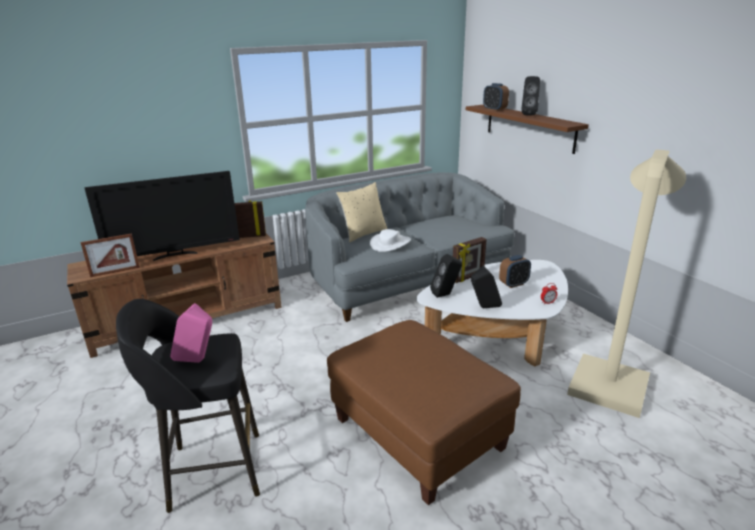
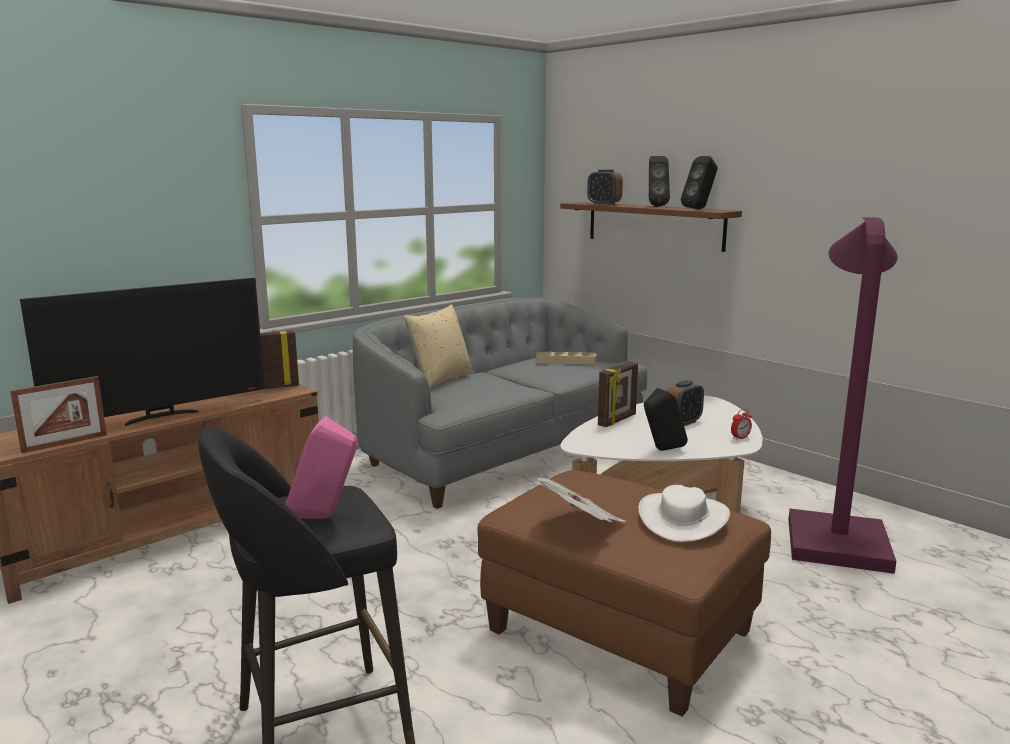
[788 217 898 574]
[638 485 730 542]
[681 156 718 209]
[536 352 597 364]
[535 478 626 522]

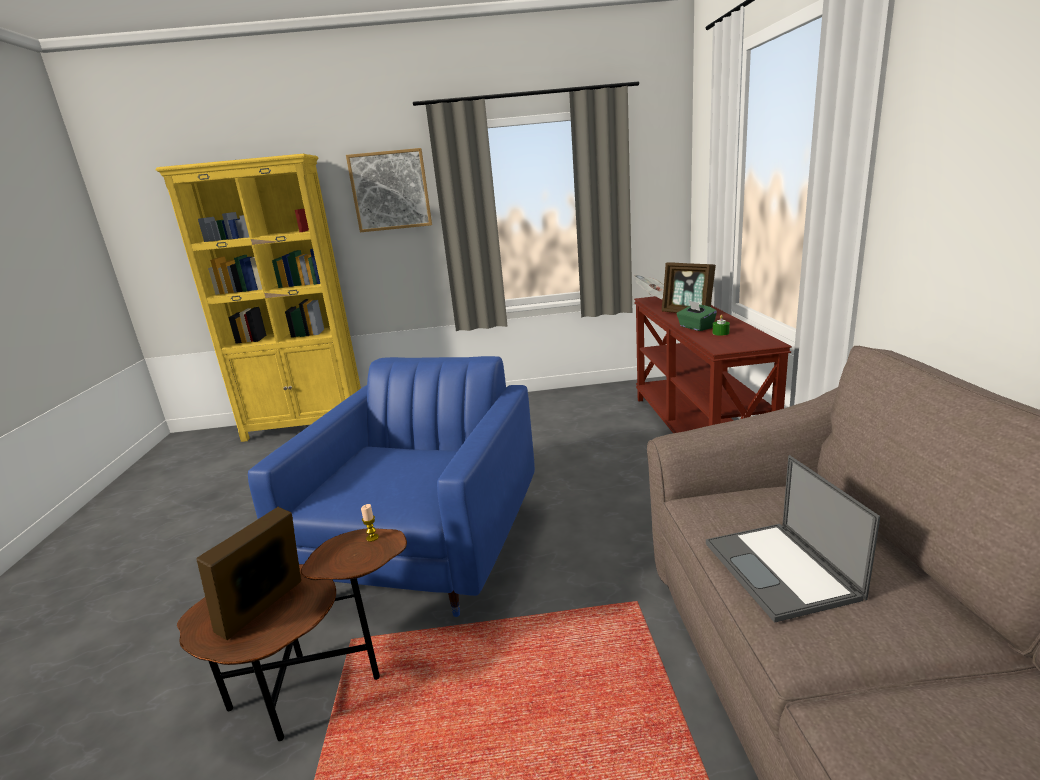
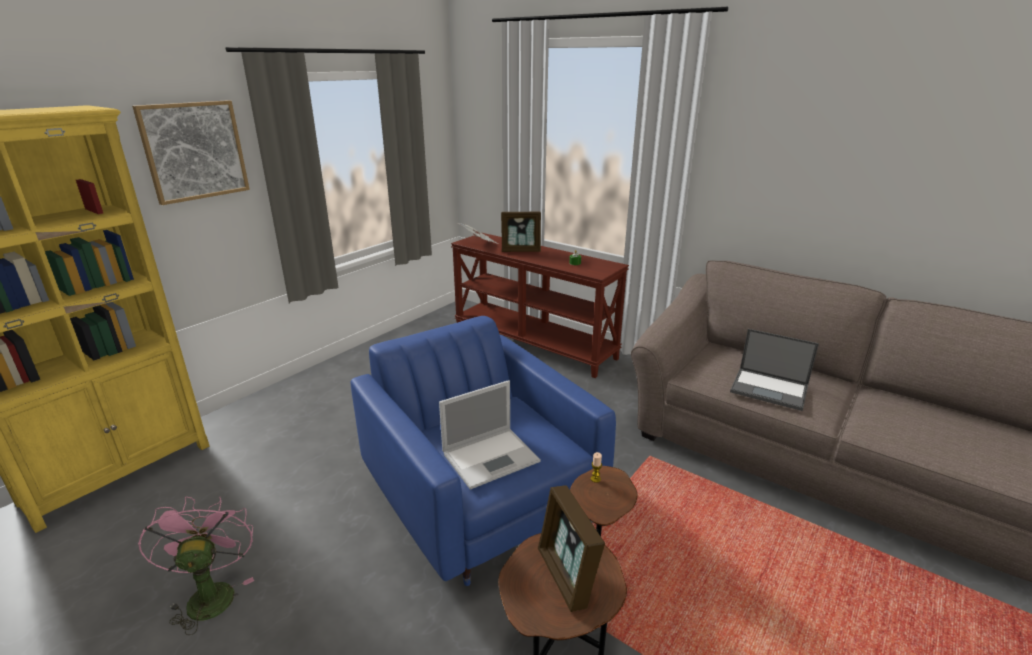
[677 301 717 331] (first image)
[439 380 541 490]
[138 497 254 635]

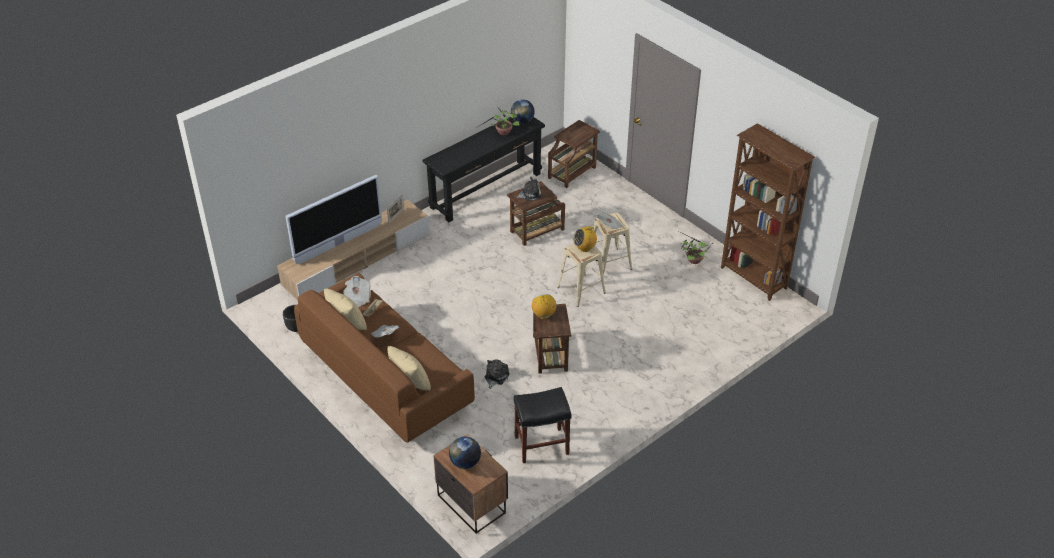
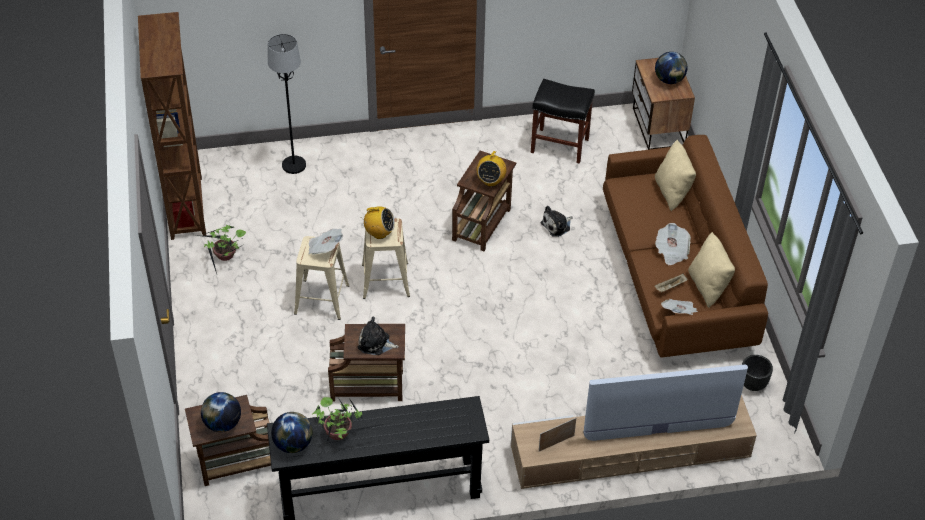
[268 34 306 174]
[201 392 241 432]

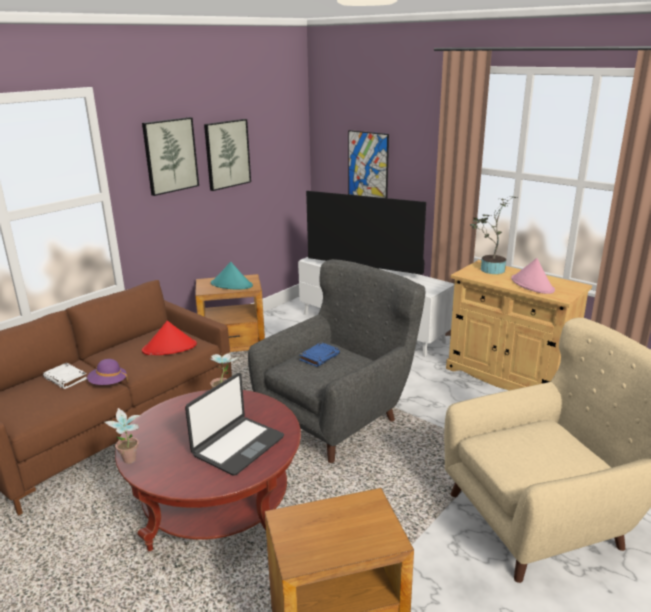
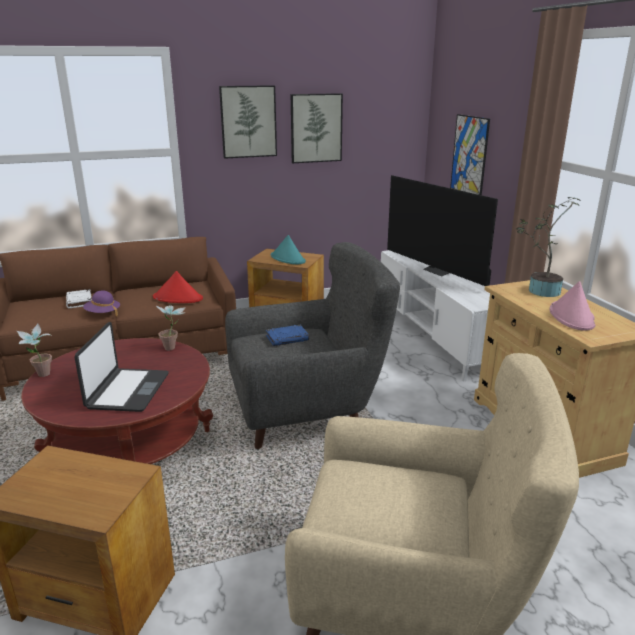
[75 322 169 412]

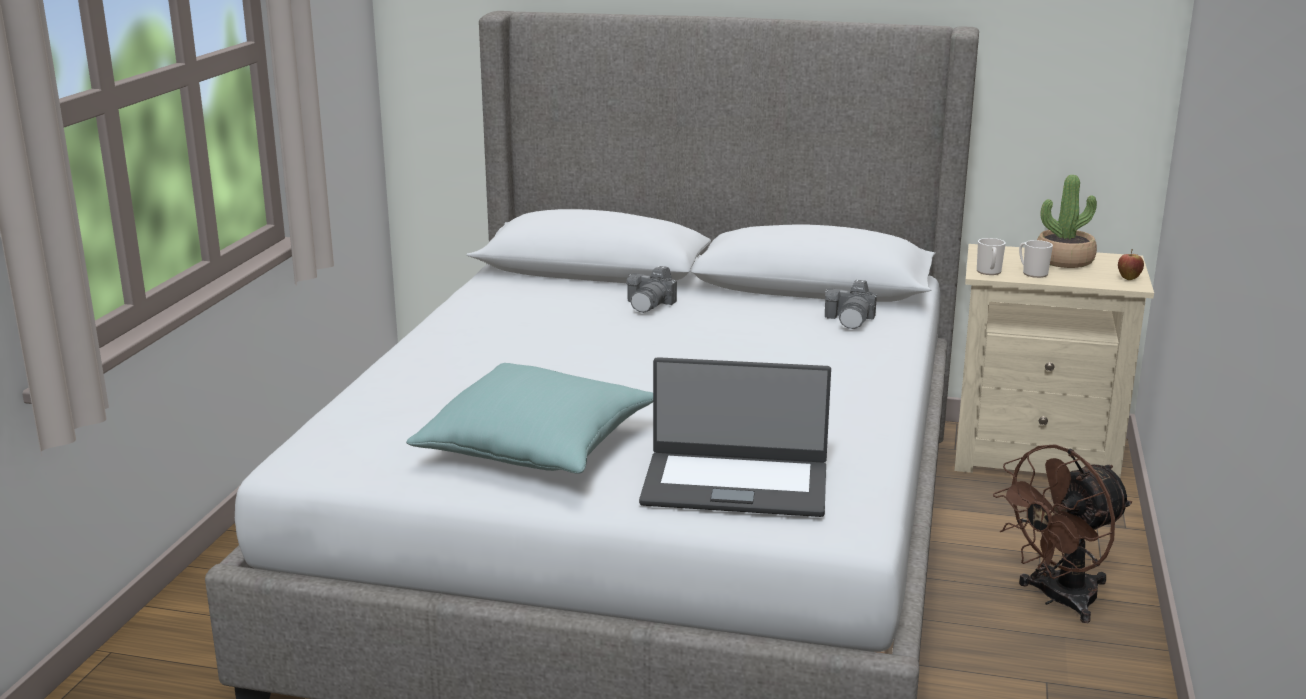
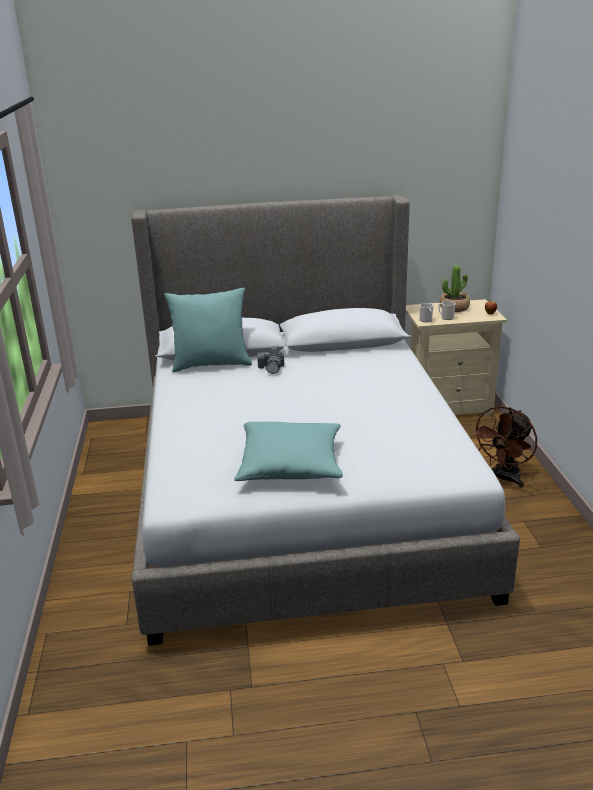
[825 280 877 329] (first image)
[639 357 831 517] (first image)
[165 288 252 372]

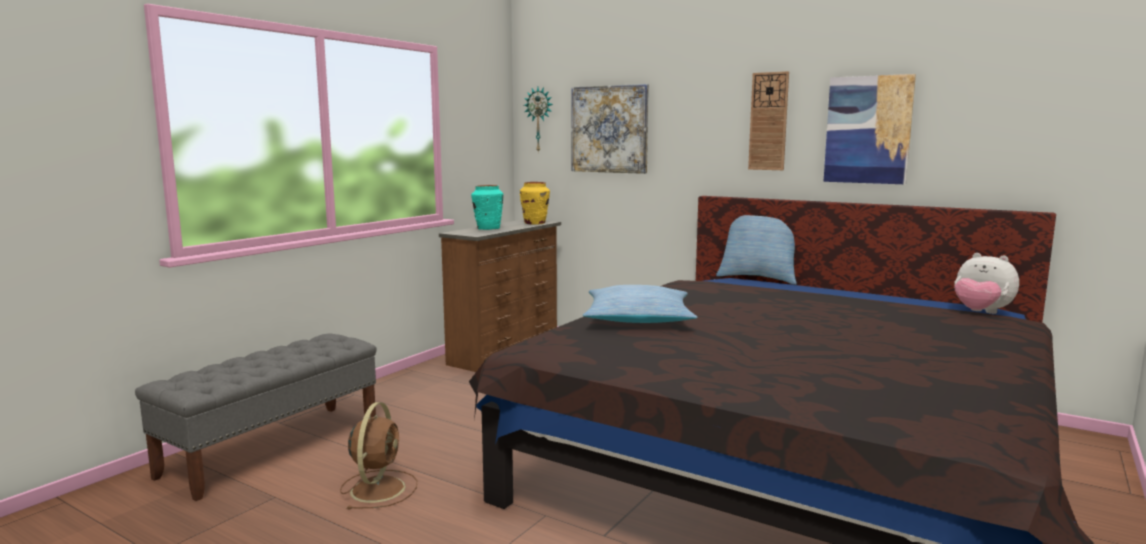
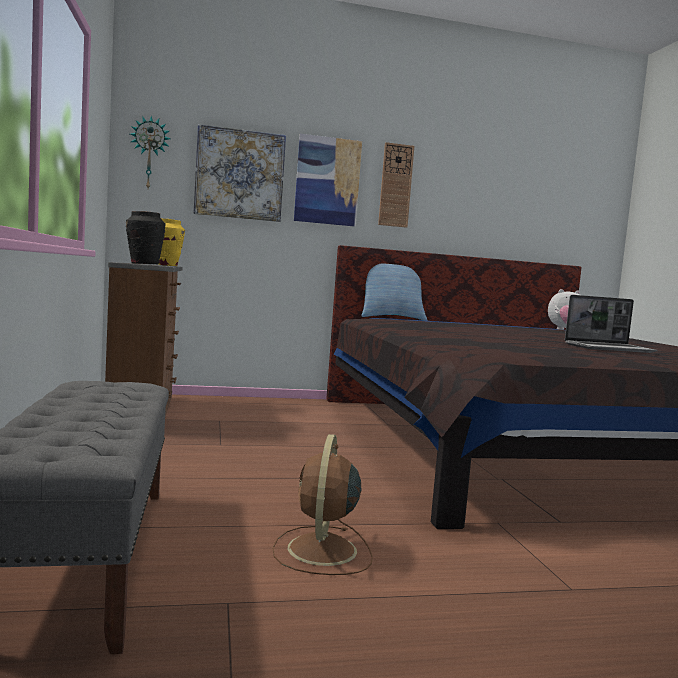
[294 134 362 227]
[126 211 166 264]
[583 285 697 323] (first image)
[272 434 373 575]
[565 295 658 353]

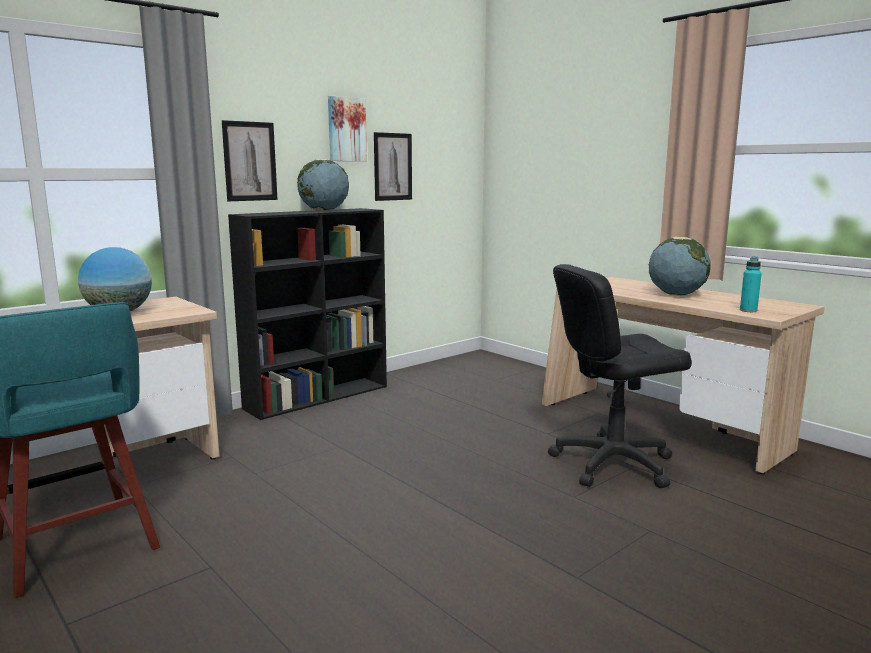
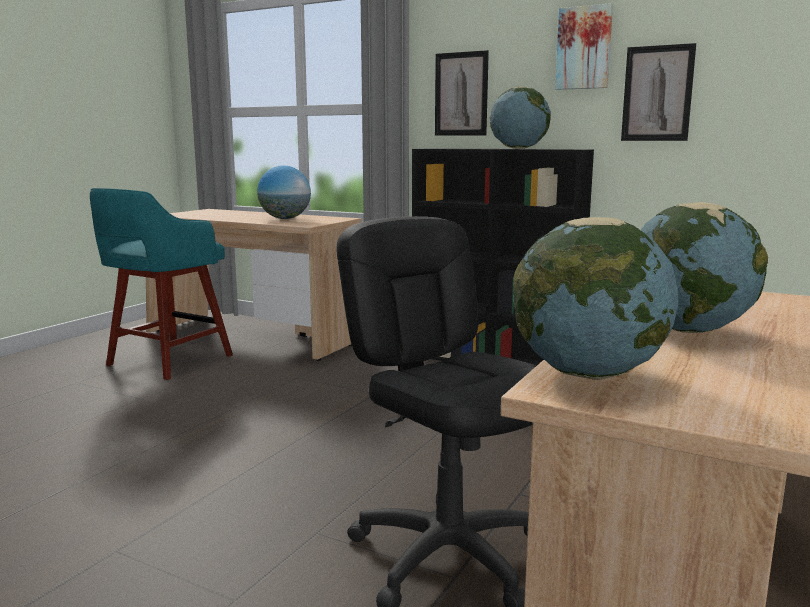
[513 217 679 380]

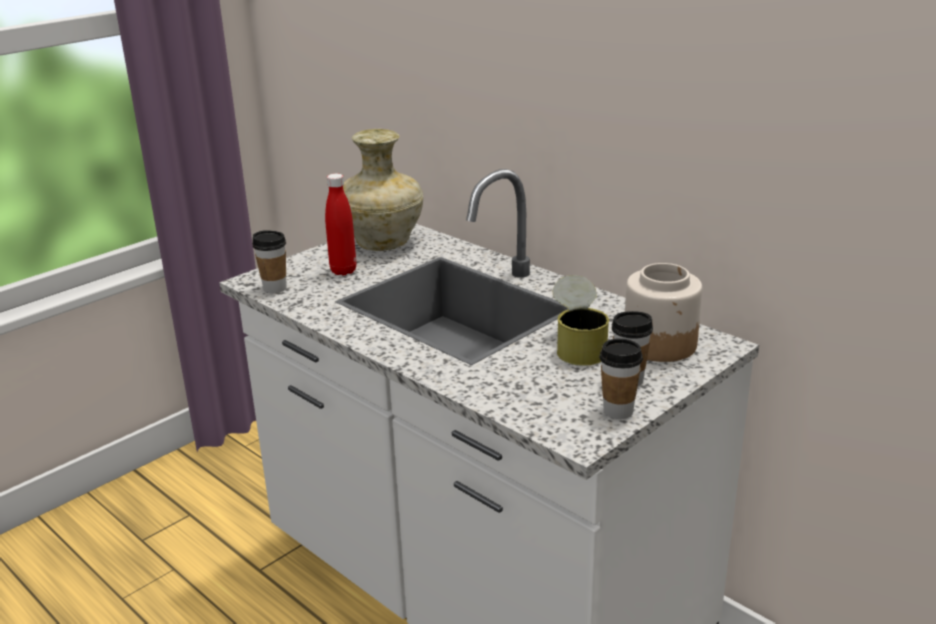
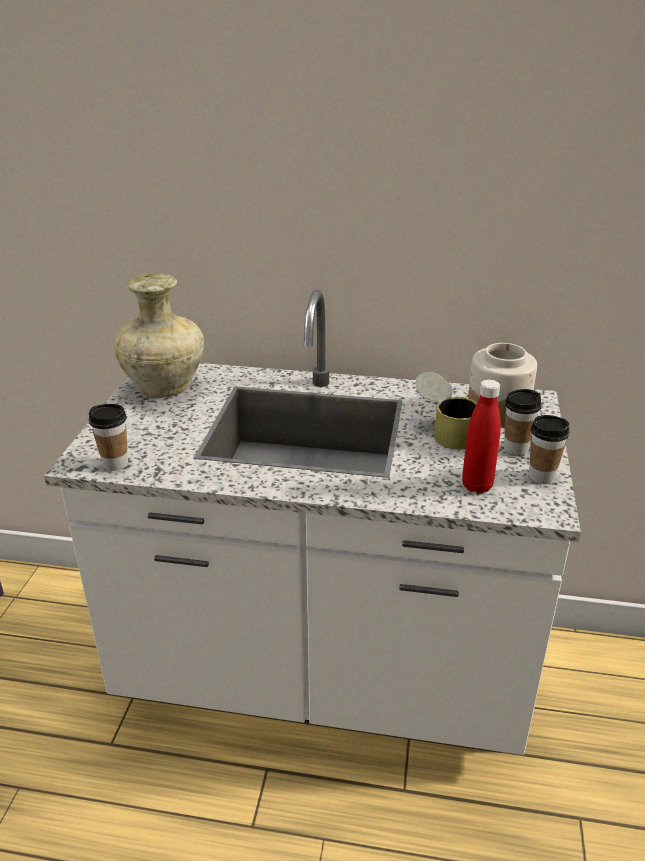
[462 379 501 493]

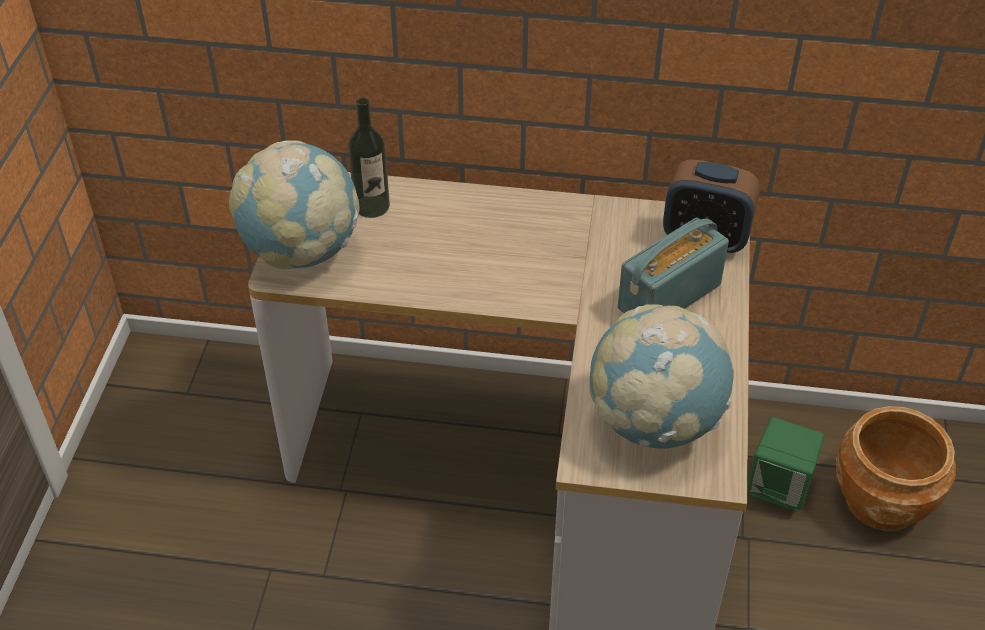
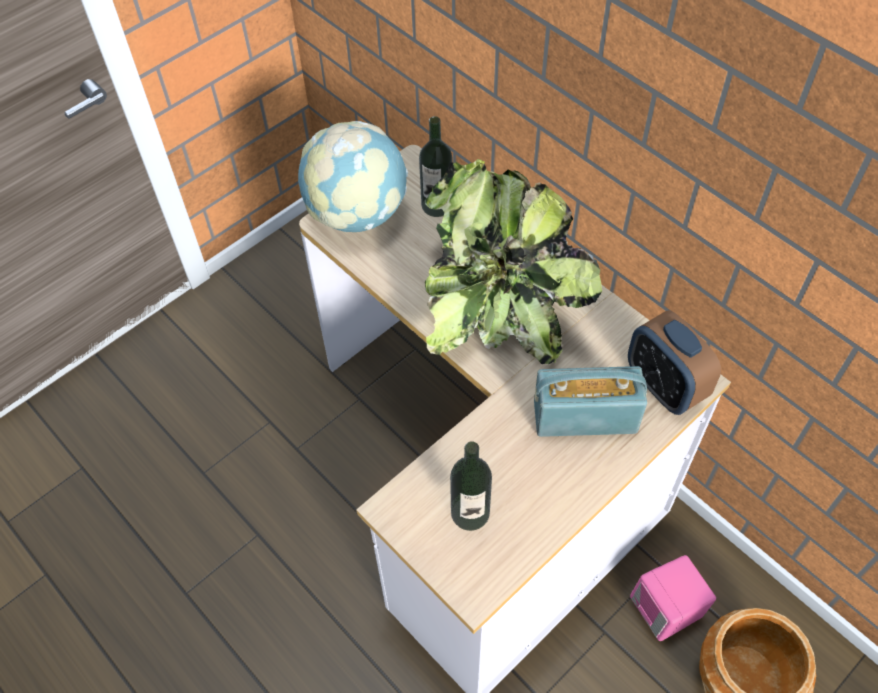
[450 441 492 531]
[630 555 716 641]
[425 159 602 364]

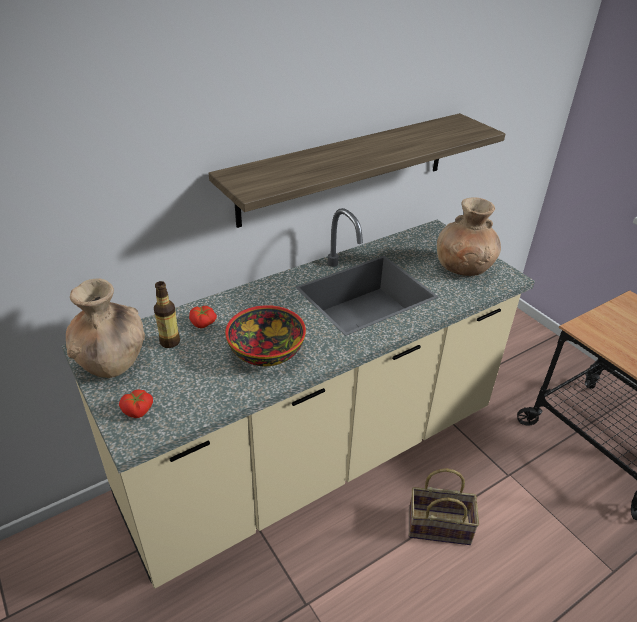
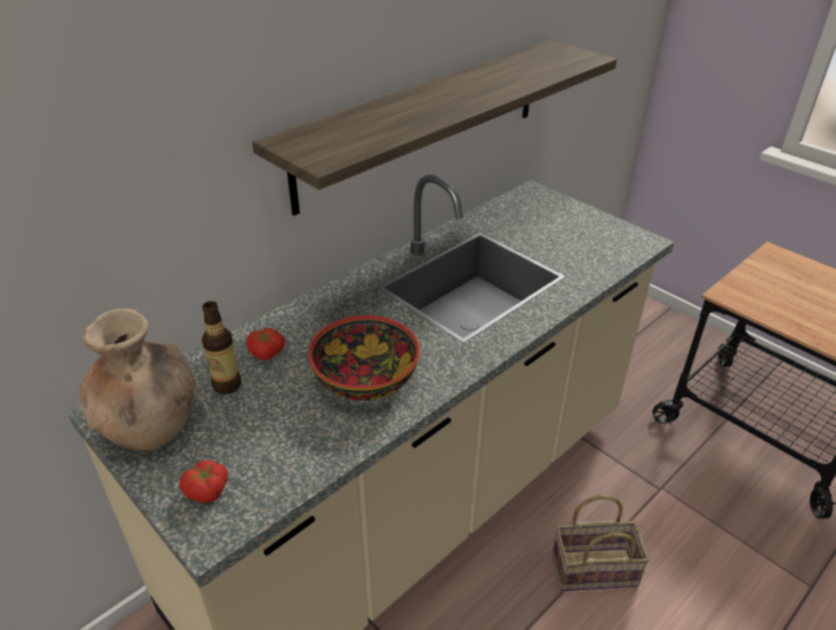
[437 197 501 276] (first image)

